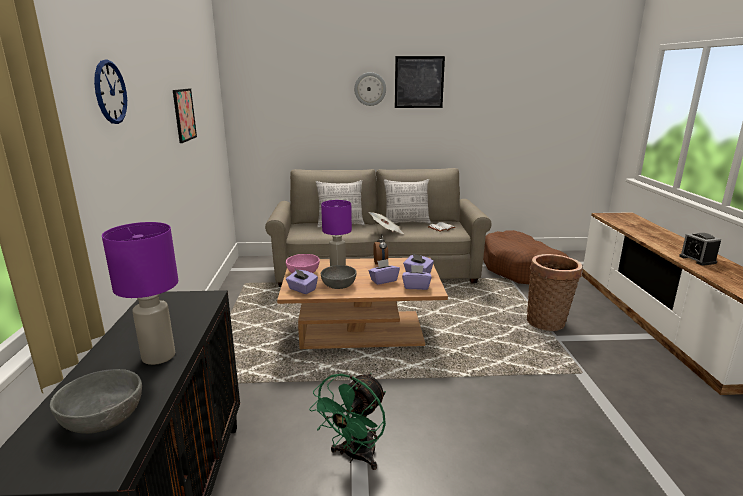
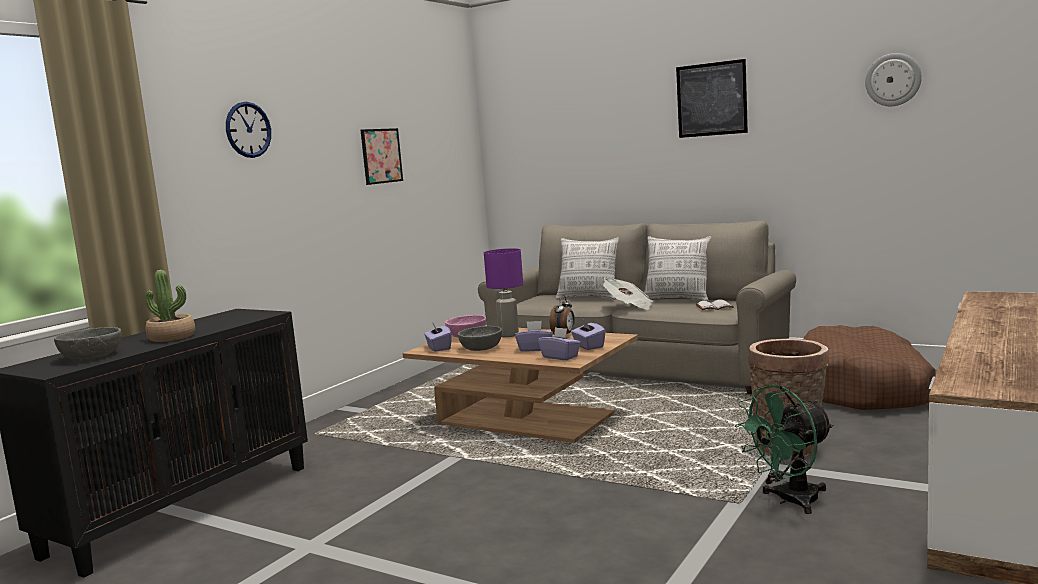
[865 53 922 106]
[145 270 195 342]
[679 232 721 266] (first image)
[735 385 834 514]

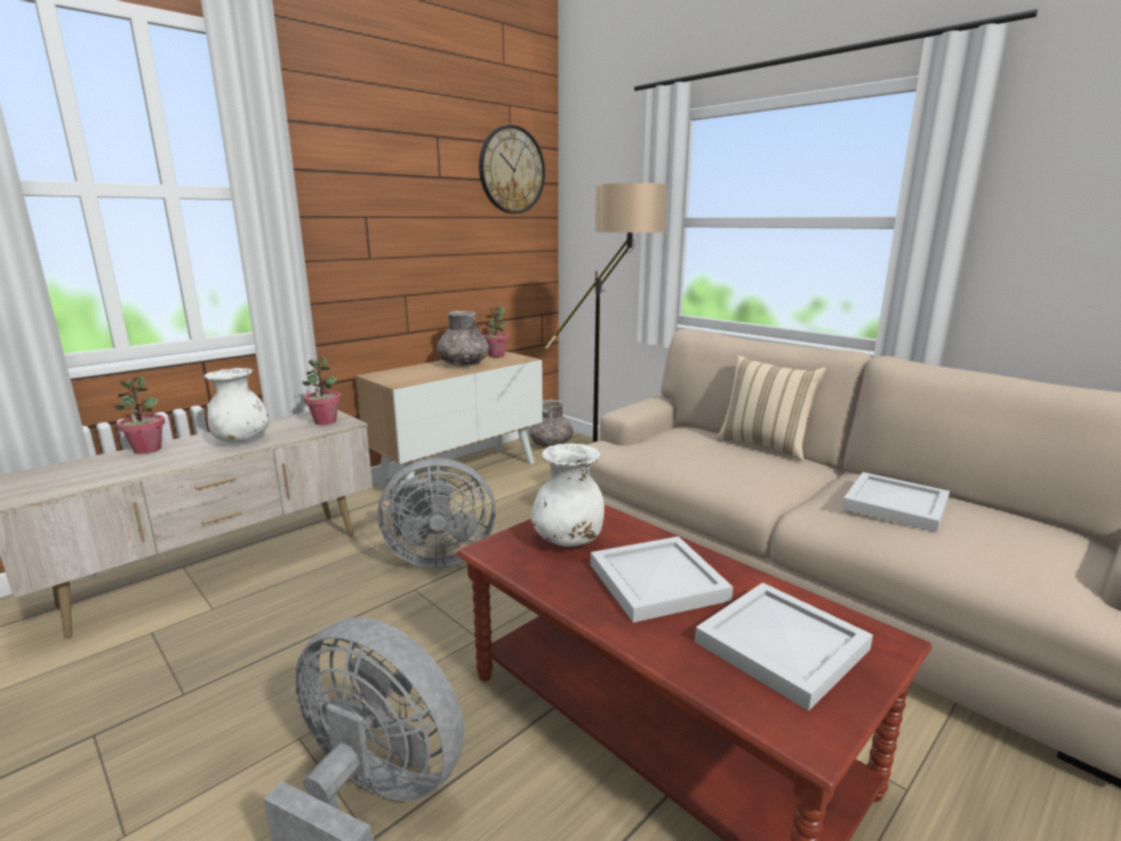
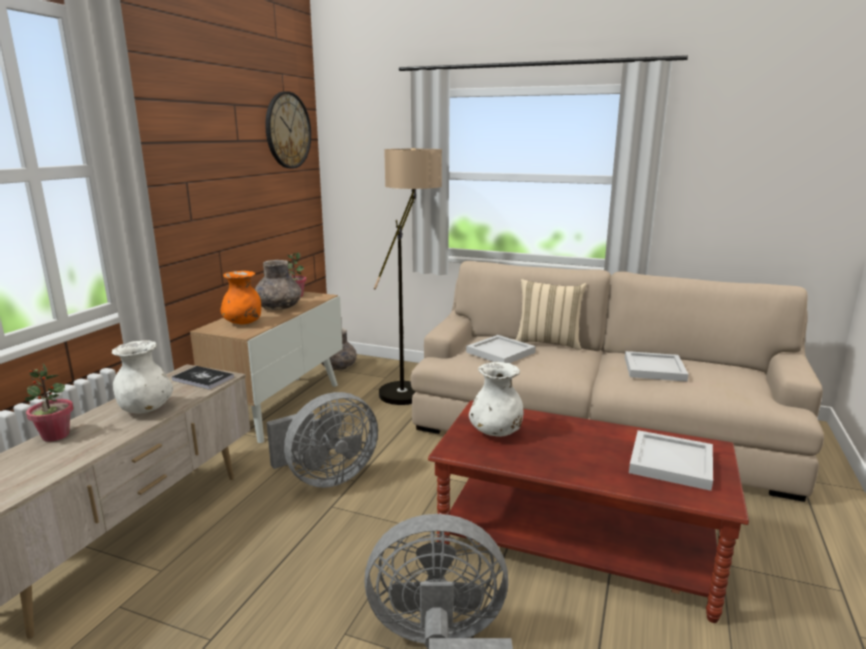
[172 366 234 390]
[466 335 536 363]
[220 271 261 324]

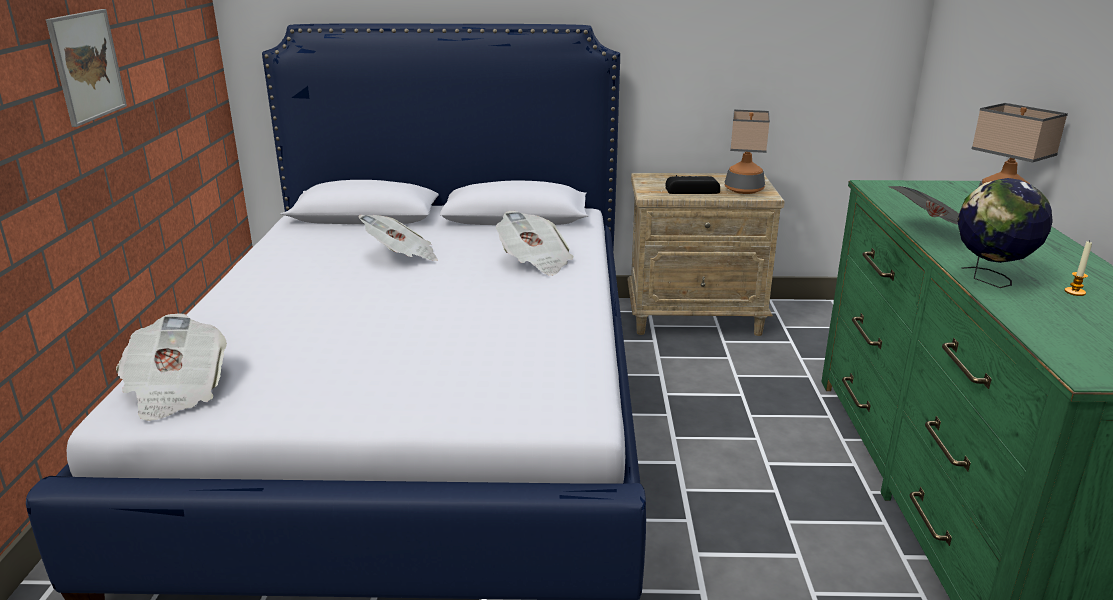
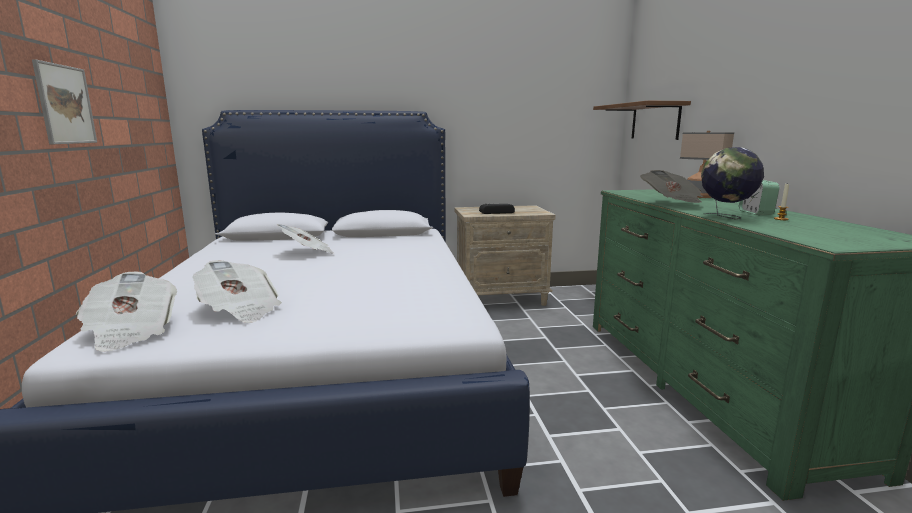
[724 109 770 194] (first image)
[192 260 281 323]
[593 100 691 140]
[739 180 779 215]

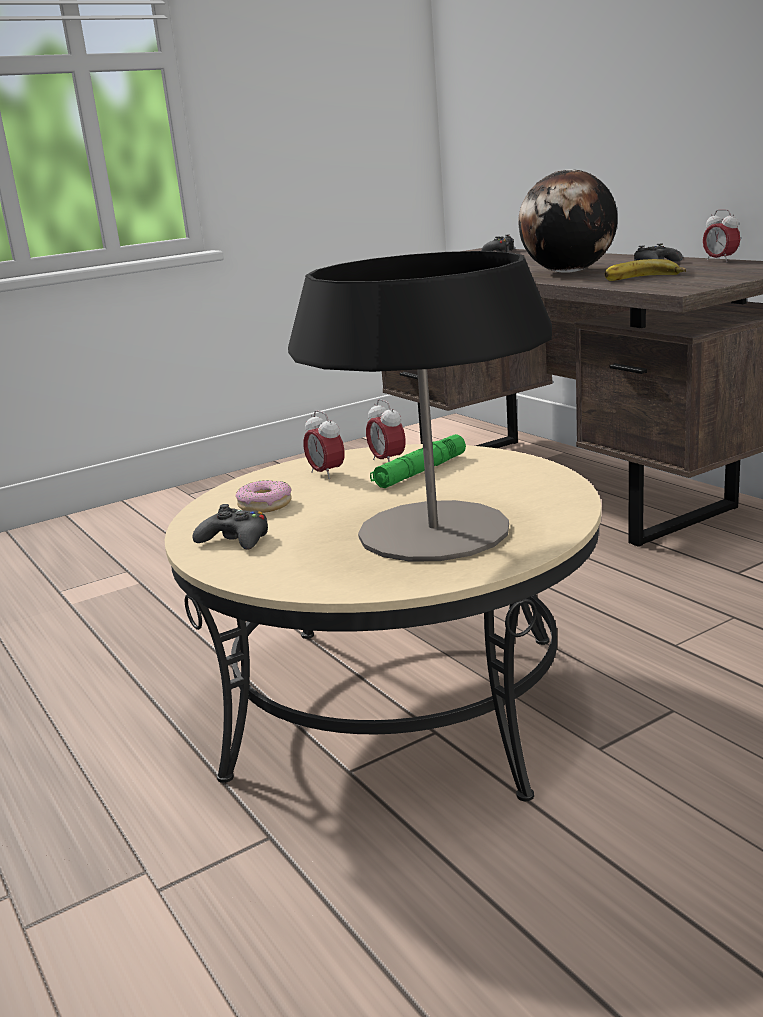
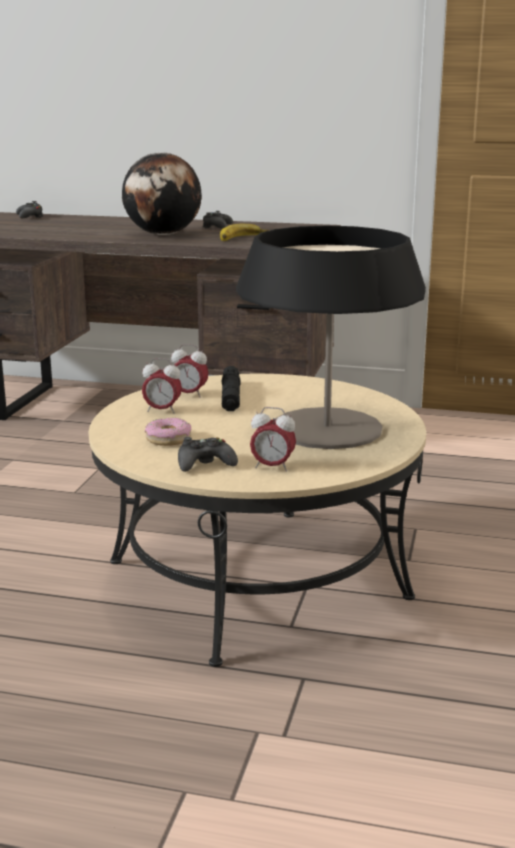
[250 407 296 472]
[222 366 240 411]

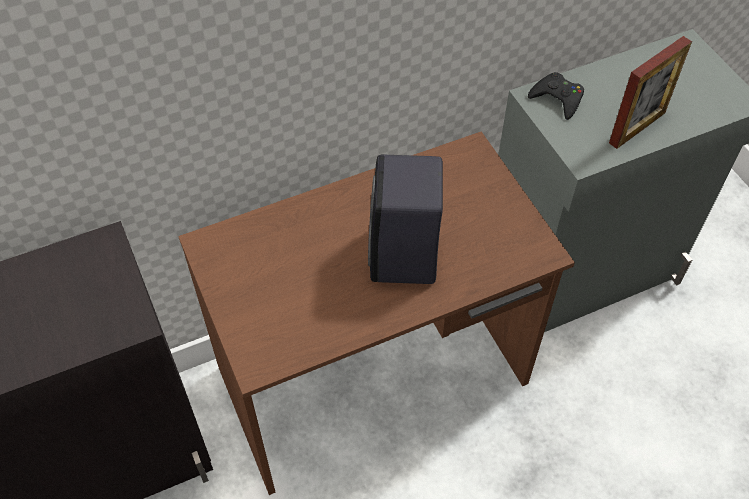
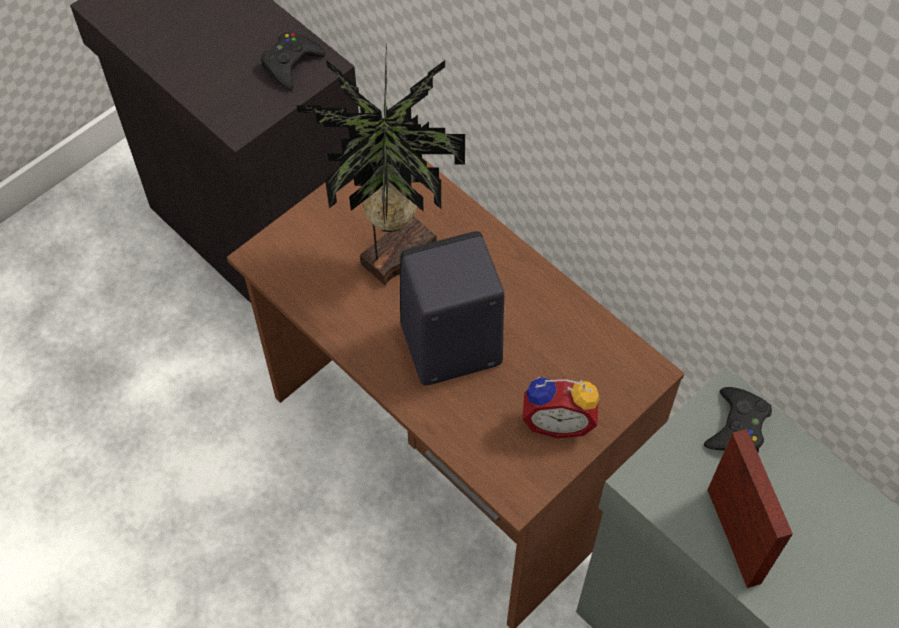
[707 429 793 588]
[260 32 325 91]
[297 45 465 286]
[522 377 599 438]

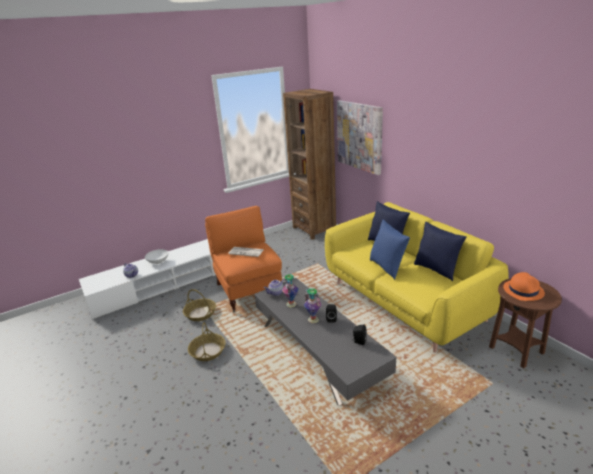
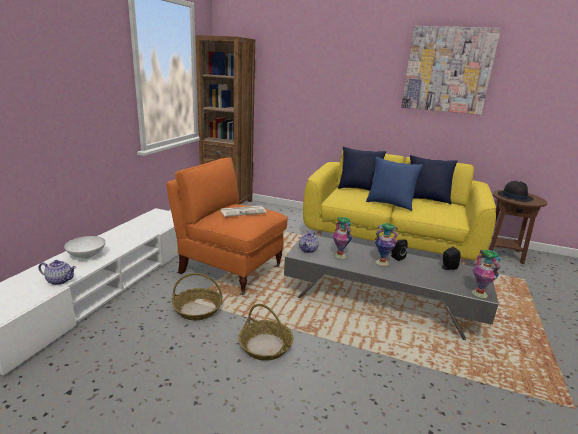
[401 26 501 115]
[498 181 533 202]
[472 250 501 298]

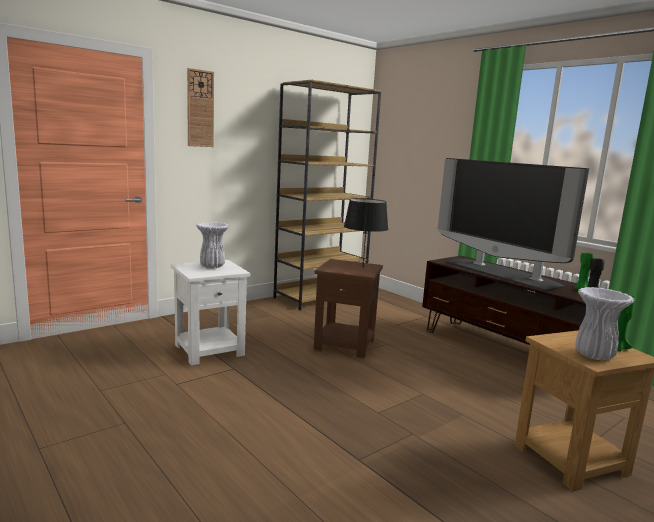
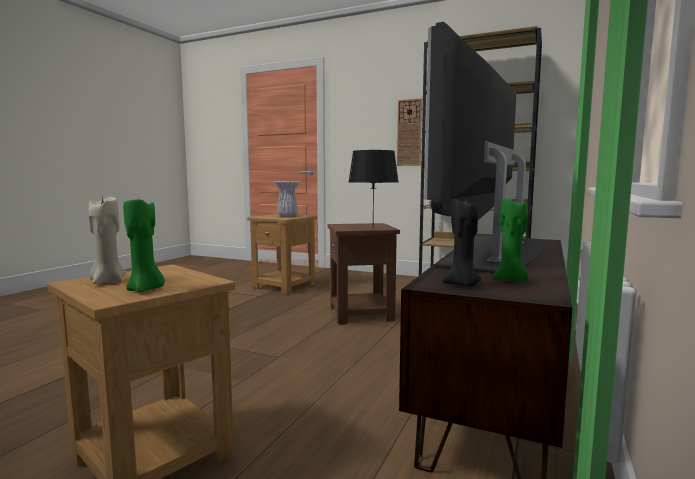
[397 98 422 166]
[247 214 317 294]
[88 197 126 284]

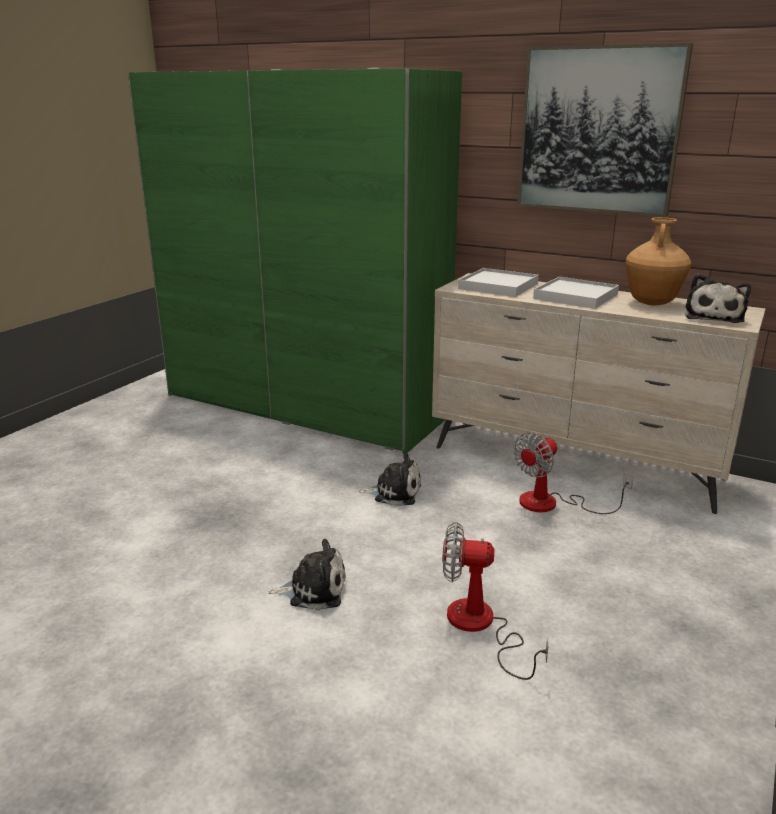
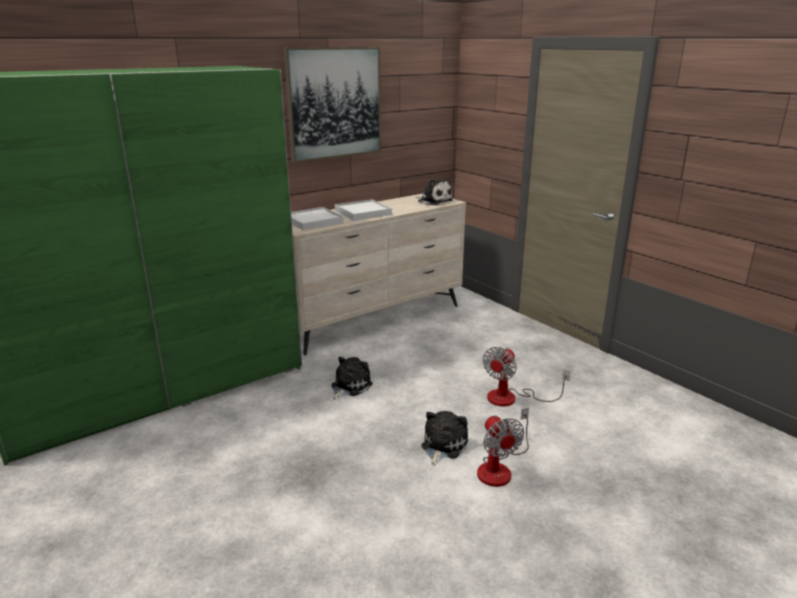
[626 217 691 306] (first image)
[477 408 529 487]

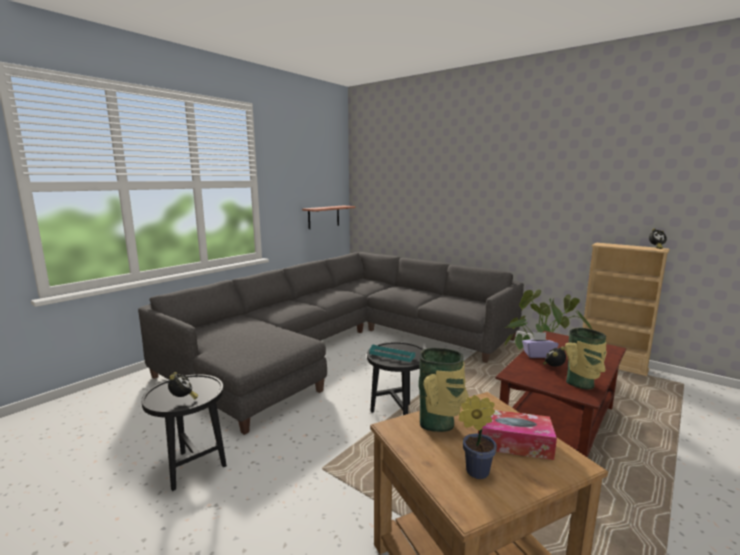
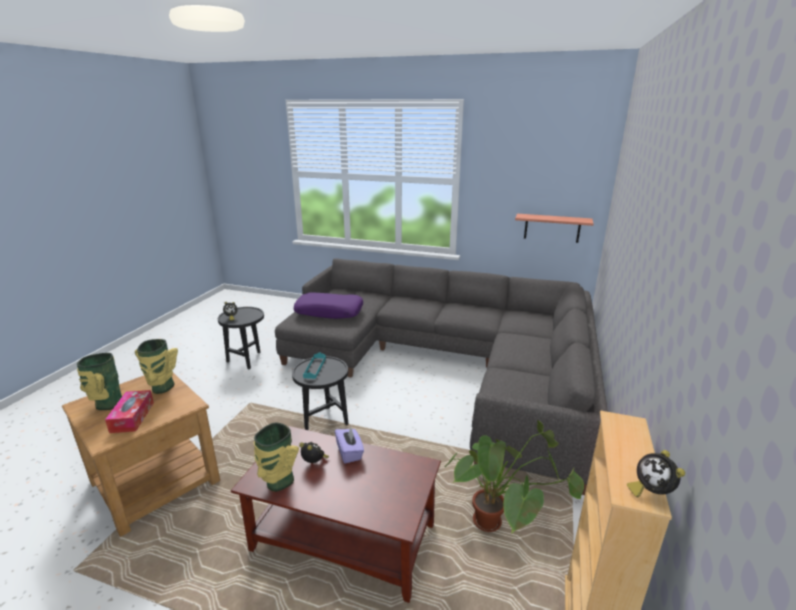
[77 353 122 410]
[294 292 363 319]

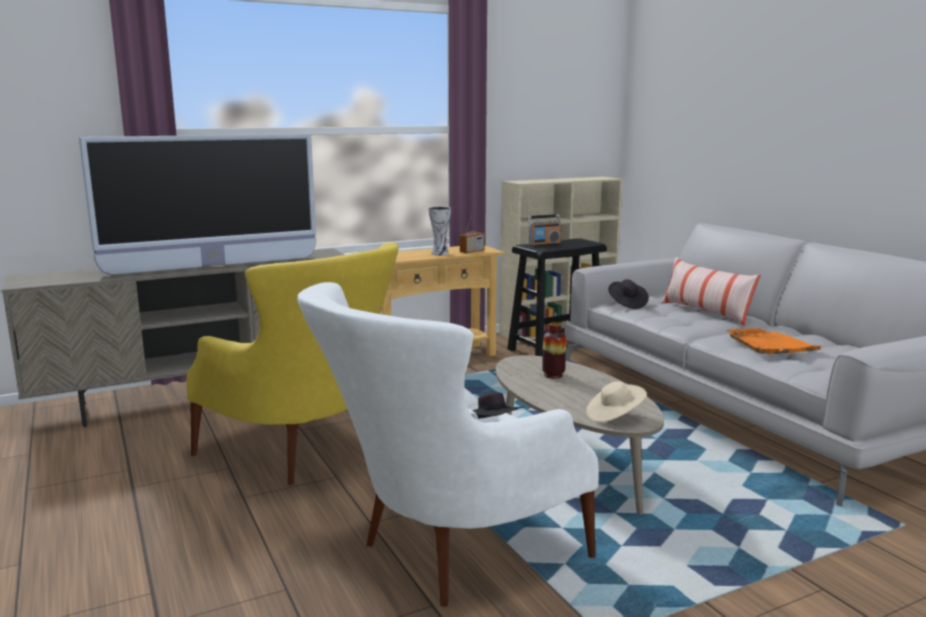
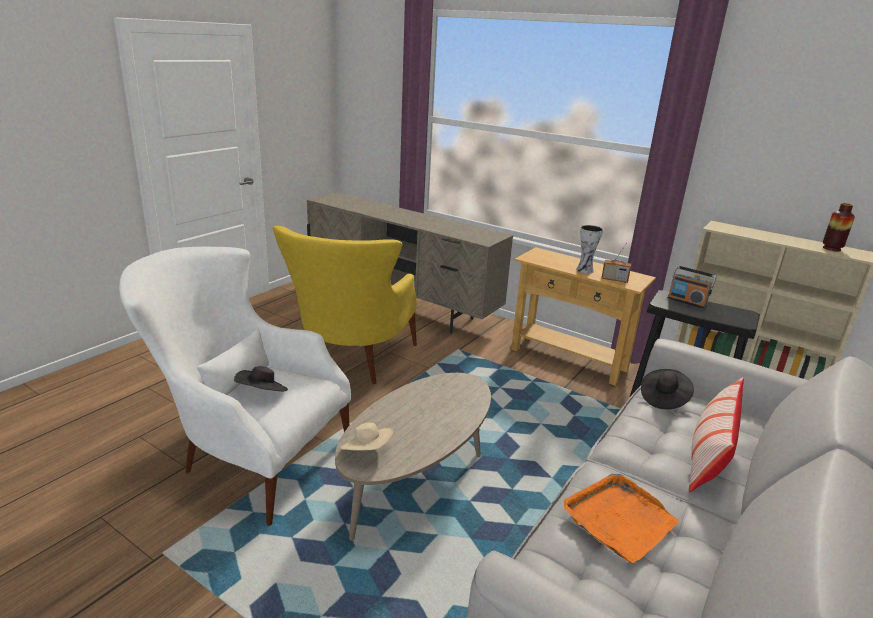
[78 134 316 275] (first image)
[823 203 855 252]

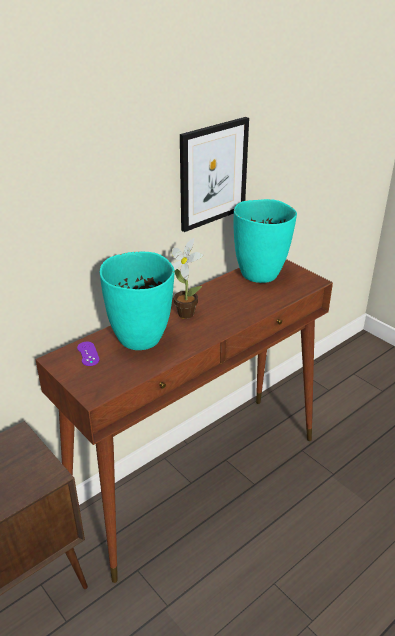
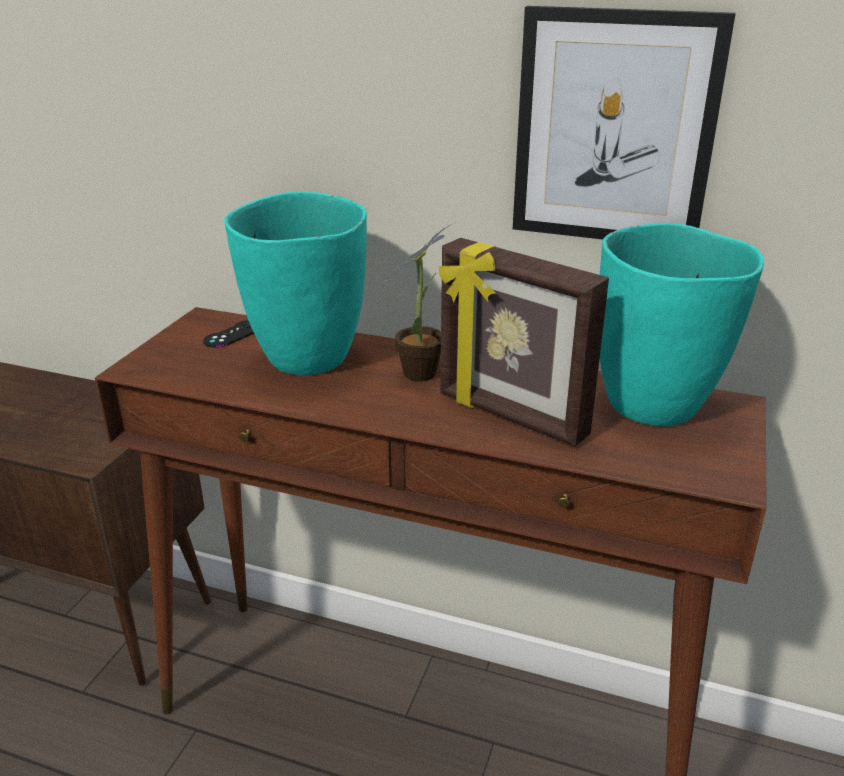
[203 320 254 348]
[439 238 609 447]

